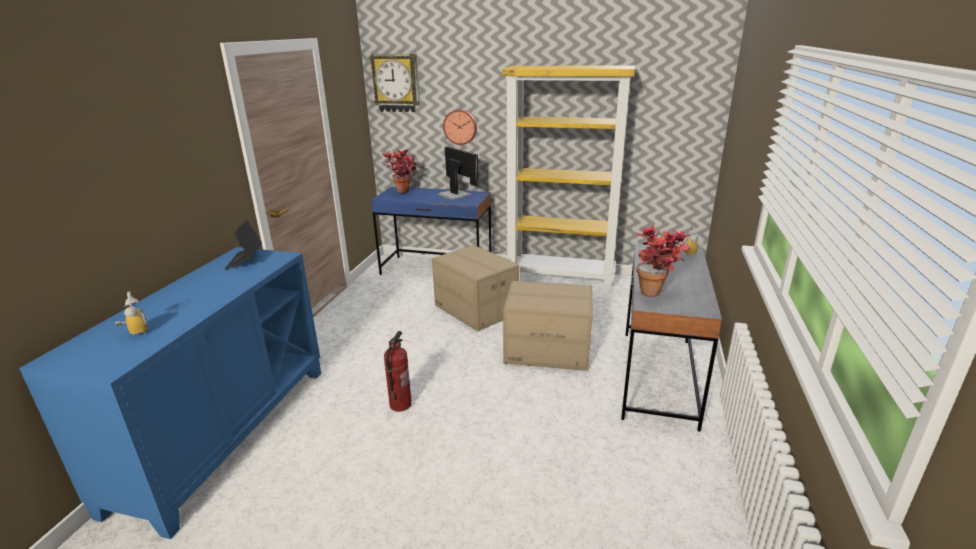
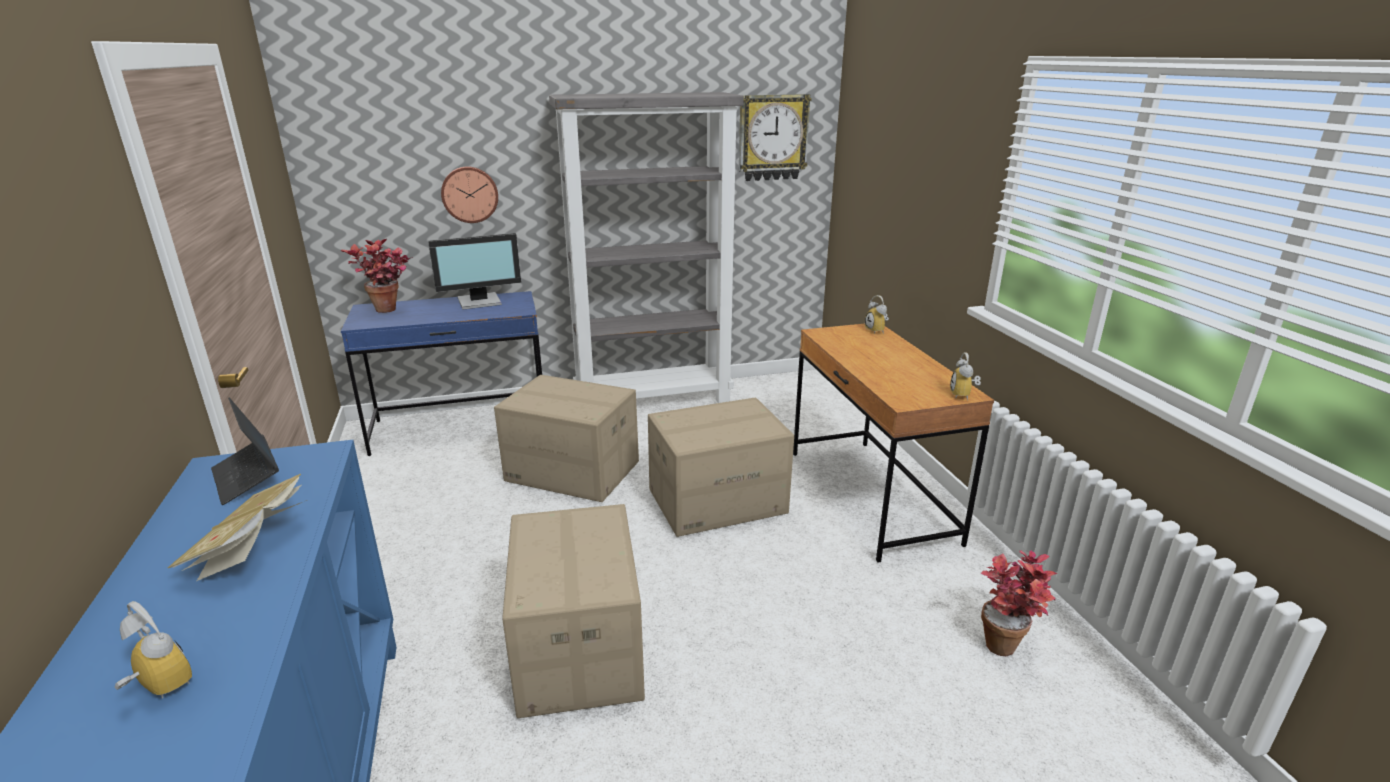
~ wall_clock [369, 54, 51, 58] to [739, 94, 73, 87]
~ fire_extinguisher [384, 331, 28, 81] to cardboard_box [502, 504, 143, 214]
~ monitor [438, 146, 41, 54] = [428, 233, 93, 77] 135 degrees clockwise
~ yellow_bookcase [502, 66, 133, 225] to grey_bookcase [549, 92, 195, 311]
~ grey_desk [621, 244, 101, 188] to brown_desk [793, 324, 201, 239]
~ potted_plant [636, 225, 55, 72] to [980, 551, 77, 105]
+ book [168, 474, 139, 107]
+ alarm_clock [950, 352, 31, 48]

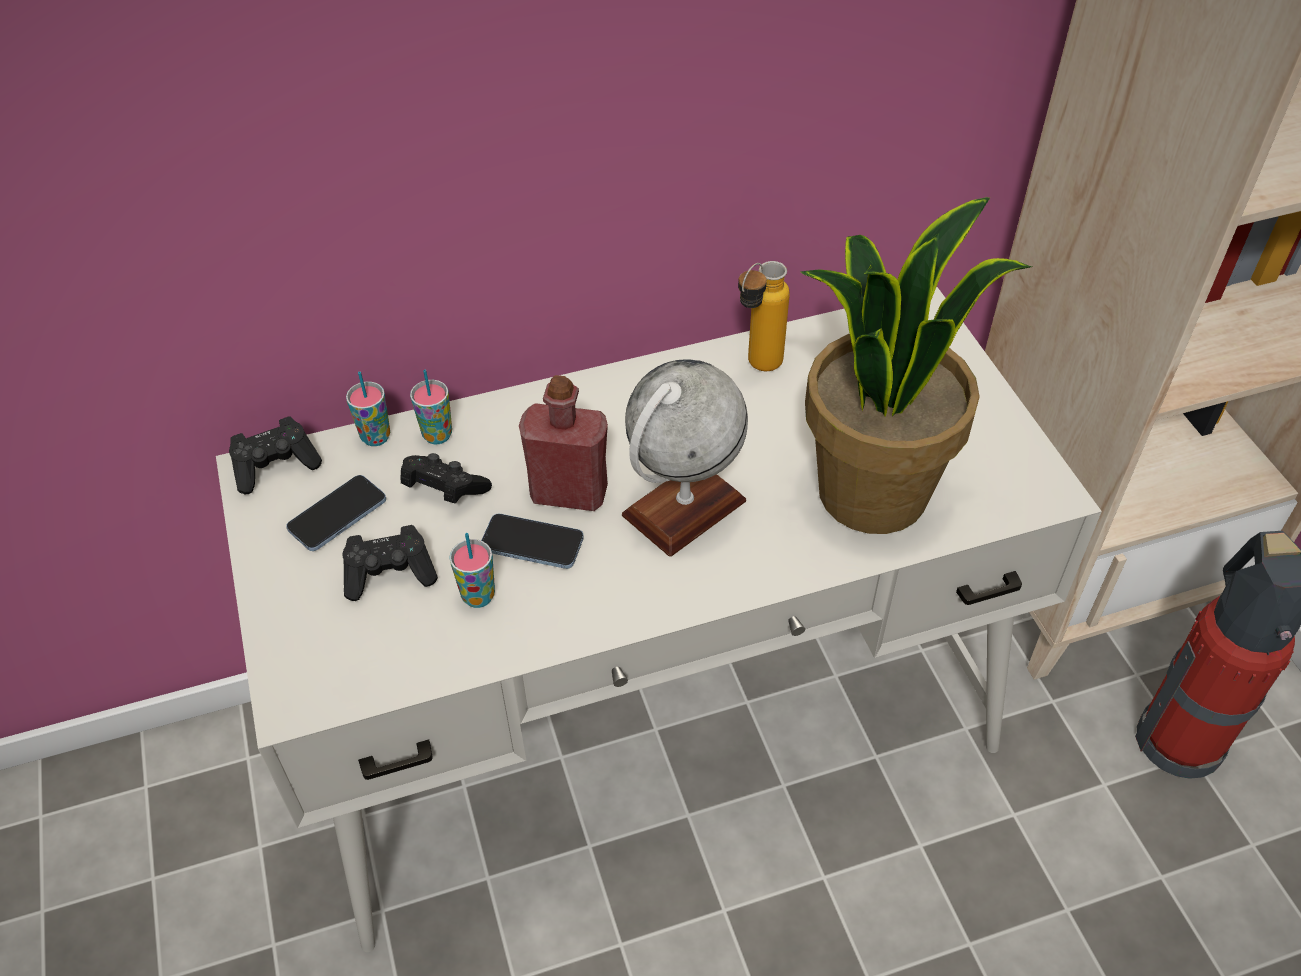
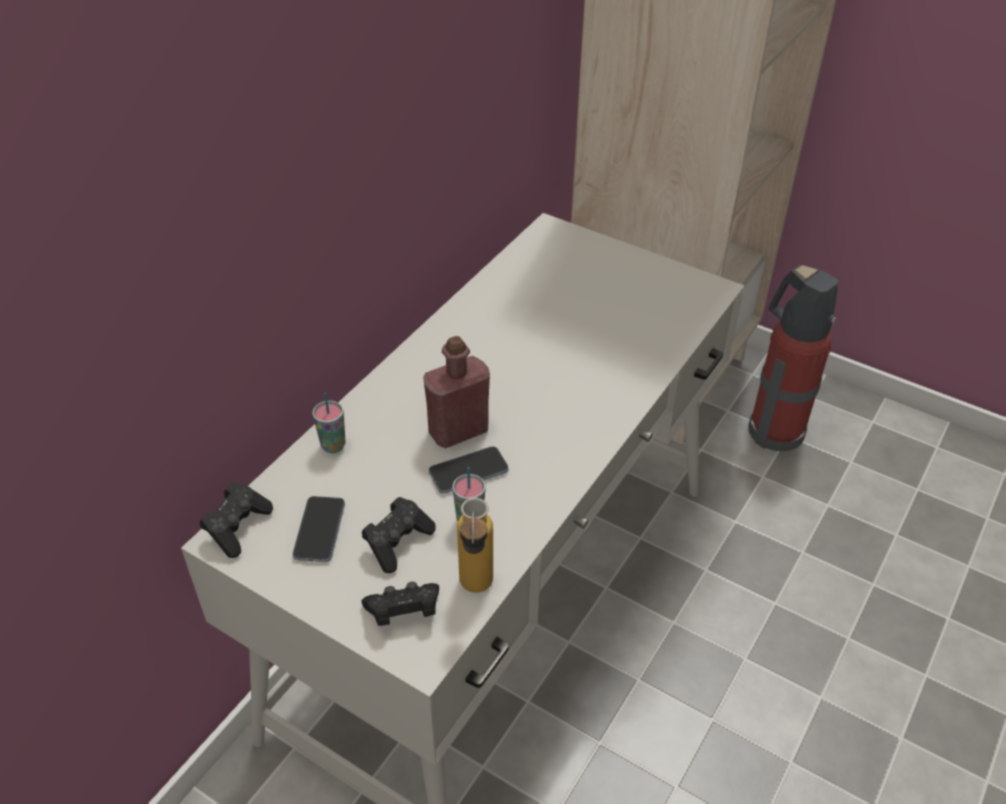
- cup [346, 371, 44, 75]
~ black_game_controller [400, 453, 92, 50] to [361, 582, 78, 44]
- globe [622, 359, 126, 198]
~ bottle [738, 261, 52, 110] to [457, 498, 36, 95]
- potted_plant [801, 197, 231, 337]

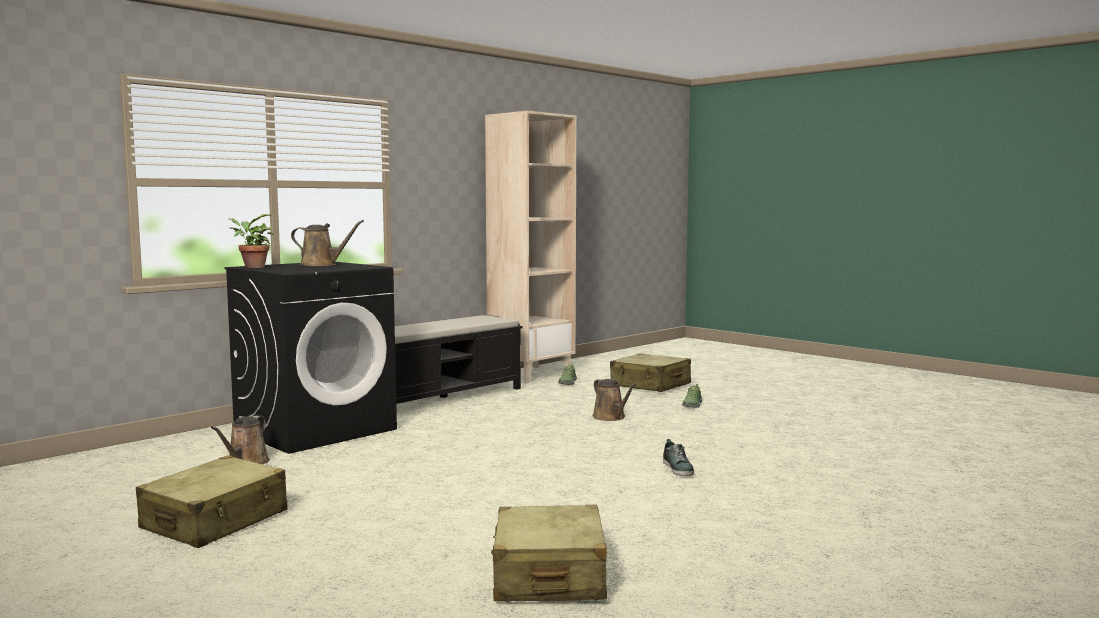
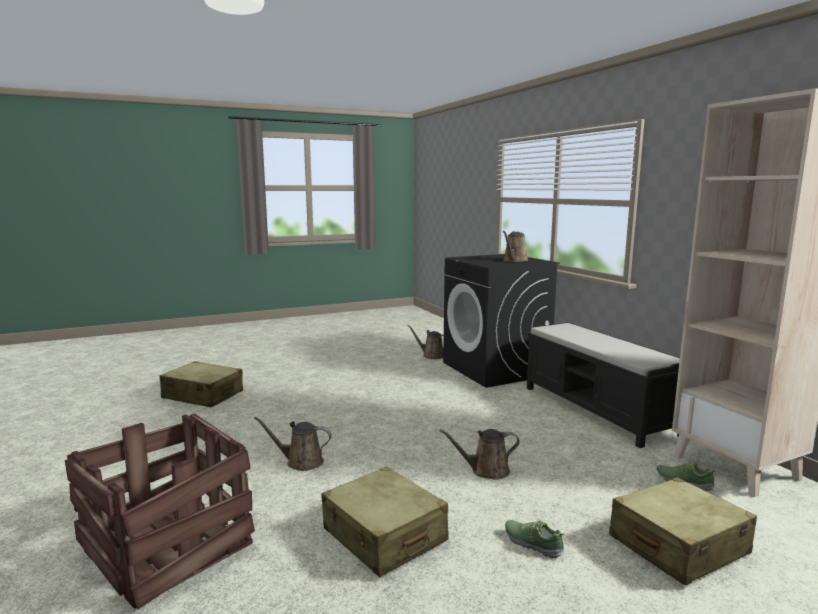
~ beige_suitcase [136, 456, 151, 92] to [322, 467, 127, 110]
- potted_plant [229, 214, 45, 54]
~ shoe [663, 439, 31, 37] to brown_watering_can [254, 417, 78, 54]
+ crate [65, 413, 190, 197]

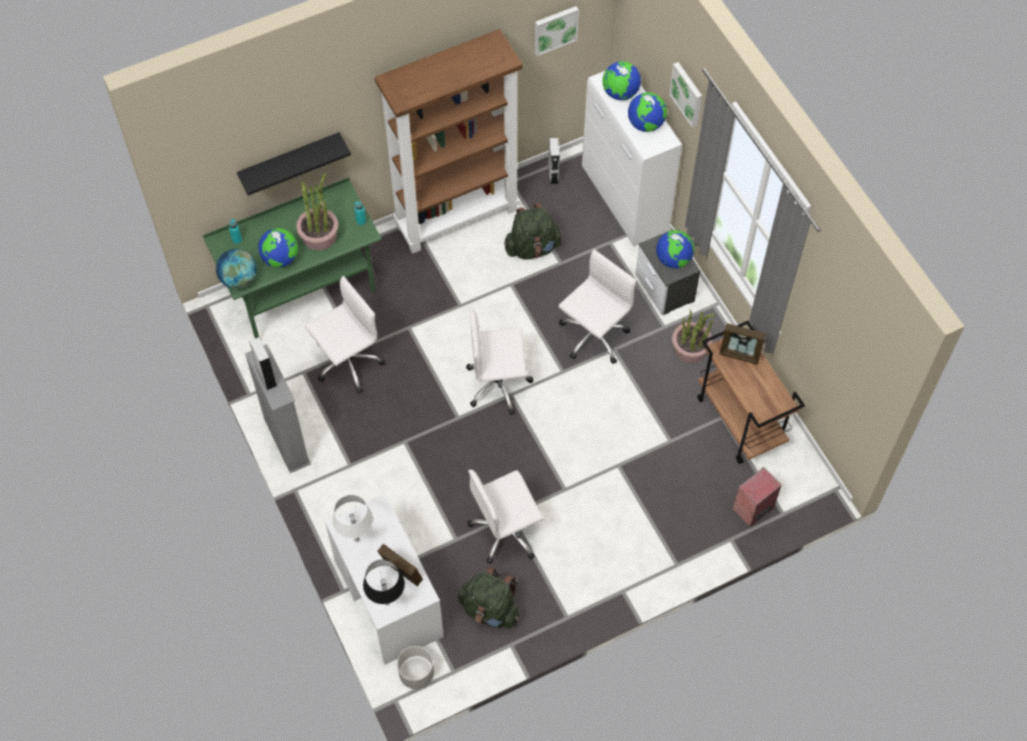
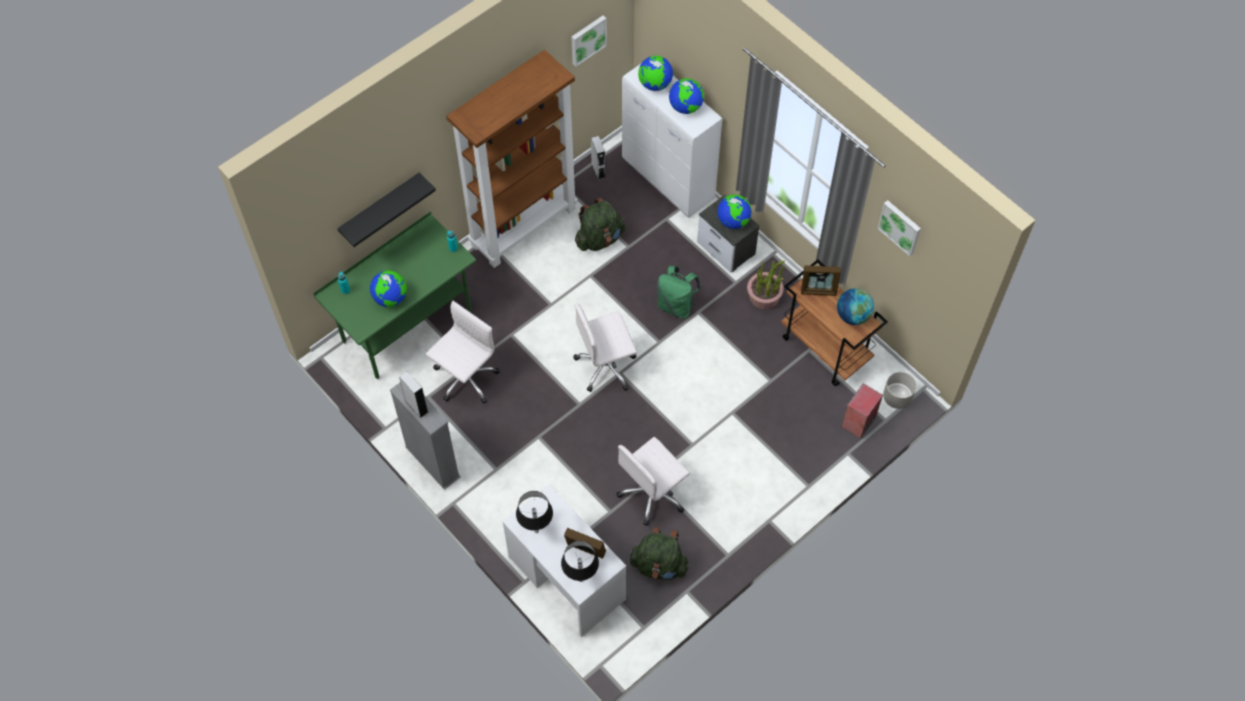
~ globe [216, 249, 41, 40] to [837, 288, 37, 37]
- potted_plant [296, 172, 42, 78]
~ white_table_lamp [332, 495, 41, 47] to black_table_lamp [516, 491, 37, 42]
~ grey_planter [397, 646, 37, 43] to [883, 372, 34, 37]
~ white_office_chair [559, 249, 77, 115] to green_backpack [657, 266, 44, 53]
~ picture [669, 62, 33, 66] to [877, 200, 44, 56]

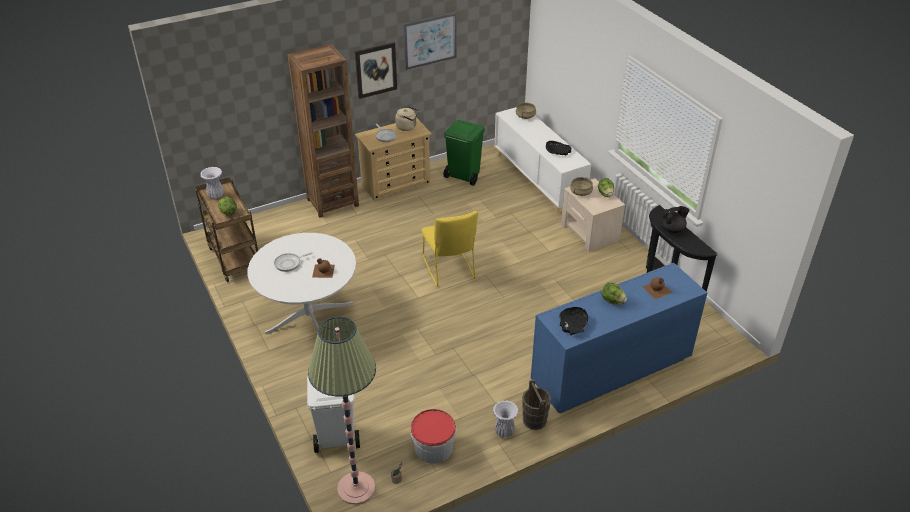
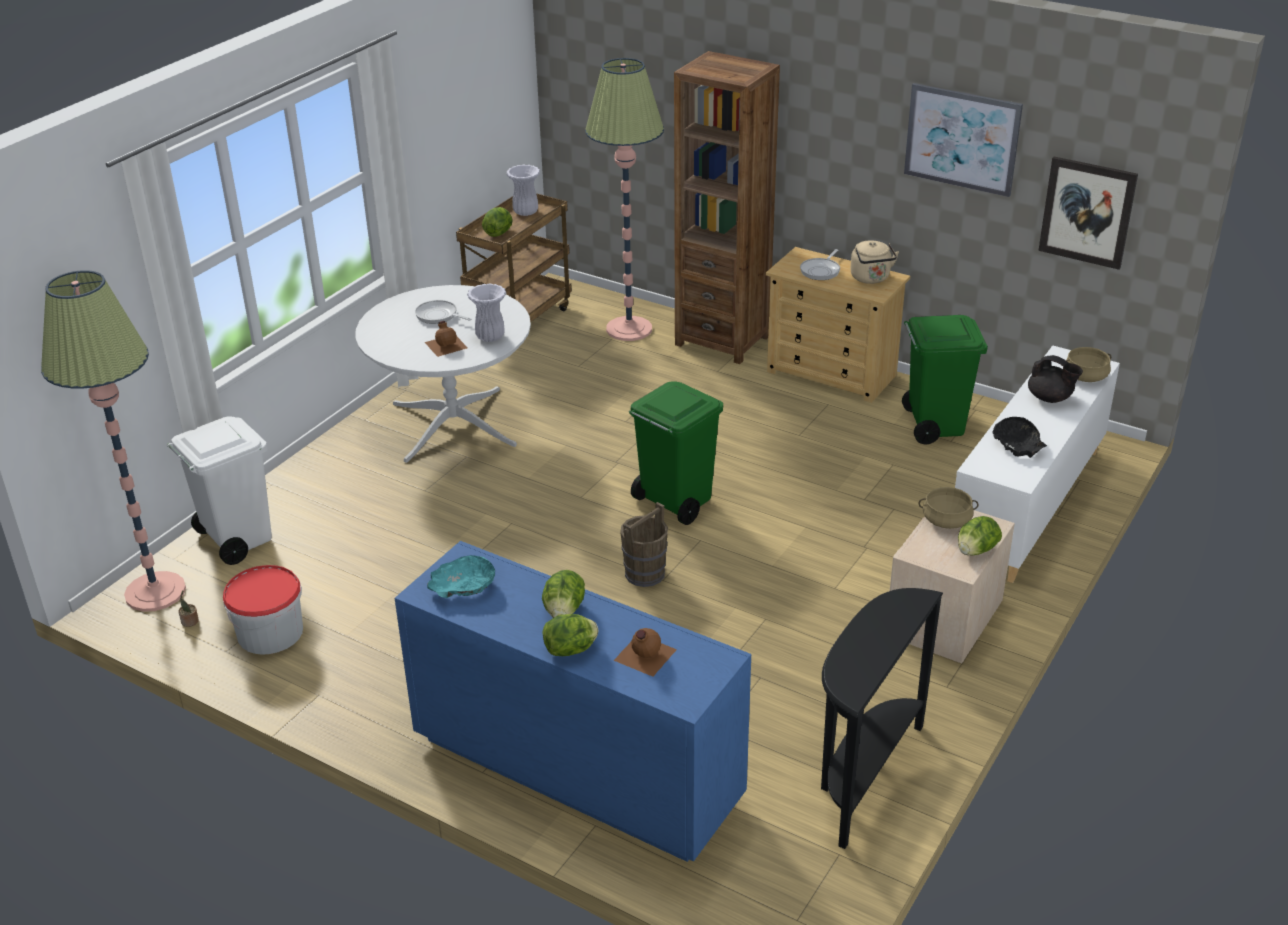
~ picture [355, 42, 42, 57] to [1038, 157, 100, 113]
~ yellow_chair [421, 211, 57, 76] to green_trash_can [629, 381, 94, 144]
~ white_vase [493, 400, 26, 38] to [467, 283, 39, 59]
~ brown_bucket [522, 379, 29, 51] to [620, 502, 48, 85]
~ black_bowl [559, 307, 29, 28] to turquoise_bowl [427, 555, 68, 43]
~ black_teapot [660, 206, 29, 27] to [1028, 355, 55, 48]
+ lettuce [543, 614, 55, 42]
+ floor_lamp [585, 58, 79, 283]

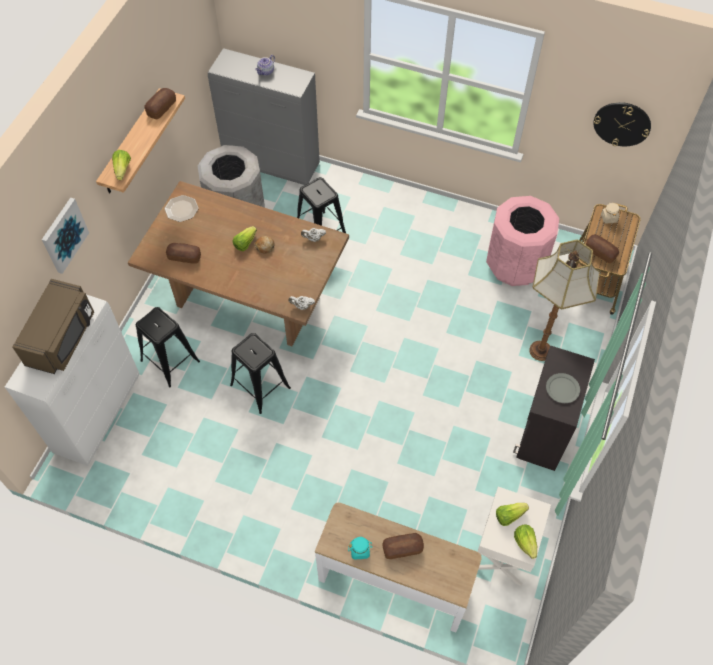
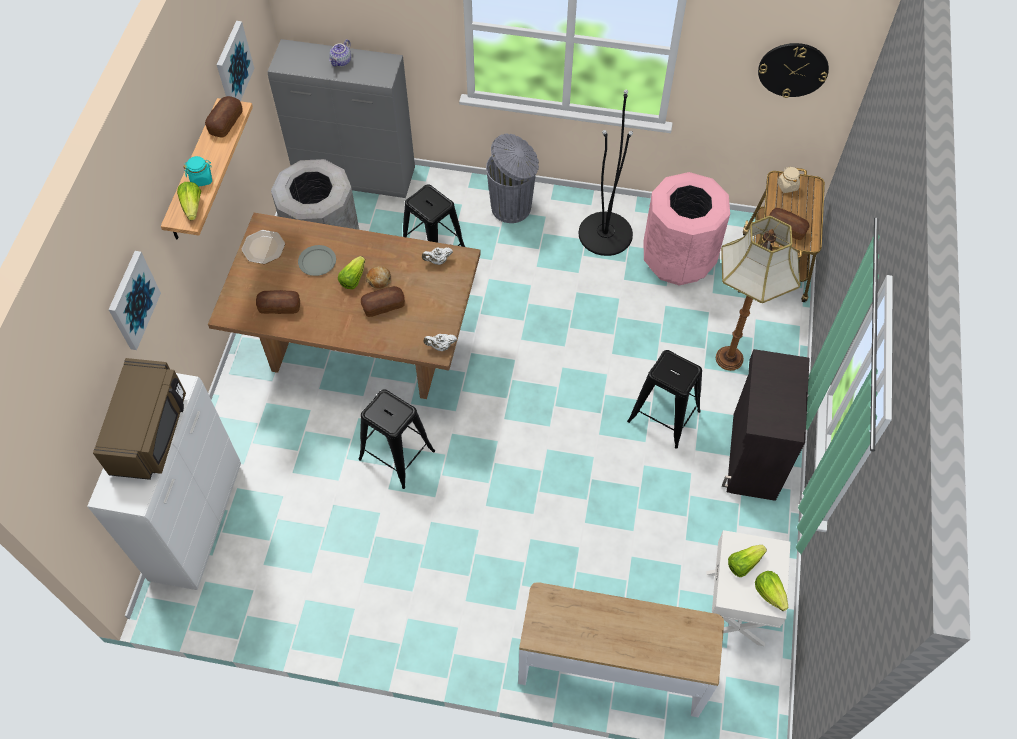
~ black_stool [136, 307, 64, 80] to [627, 350, 75, 99]
~ turquoise_jar [348, 537, 24, 23] to [184, 156, 28, 31]
~ bread [383, 533, 41, 26] to [361, 286, 44, 31]
~ grey_plate [546, 373, 34, 30] to [298, 245, 38, 31]
+ picture [217, 21, 37, 80]
+ grey_trash_can [486, 134, 53, 89]
+ black_floor_lamp [578, 89, 55, 167]

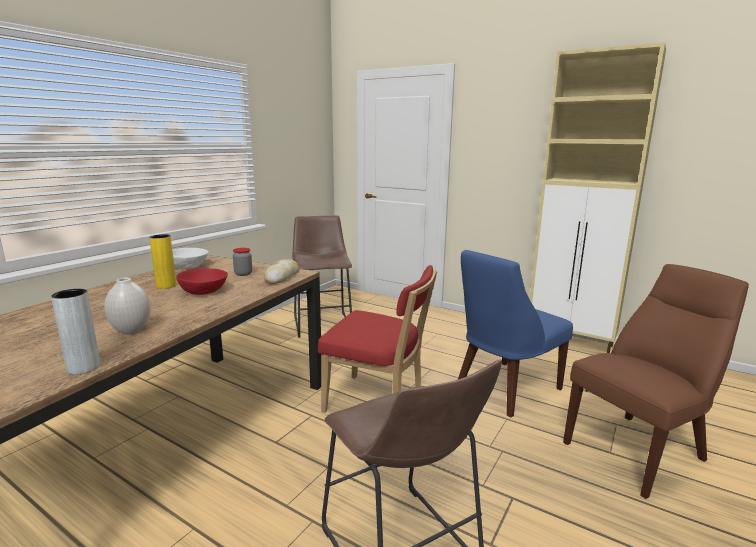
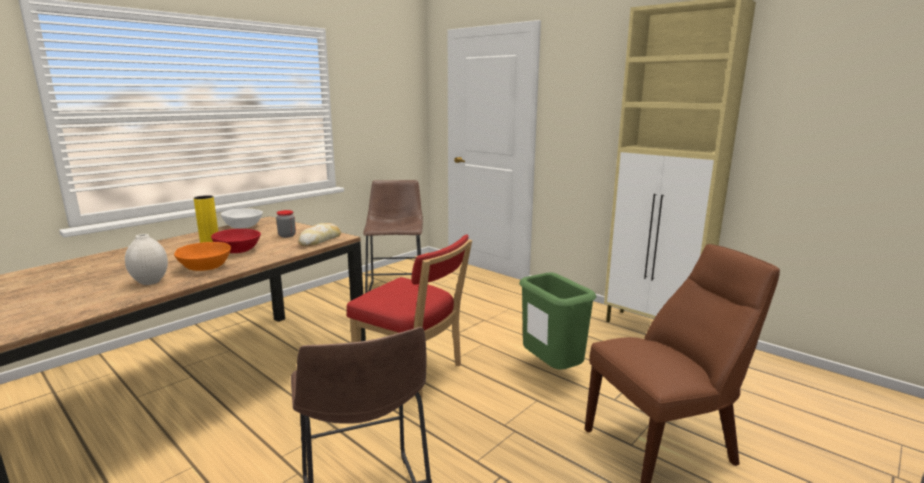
- grey_vase [51, 289, 49, 86]
~ blue_chair [458, 250, 115, 167] to green_trash_can [519, 272, 77, 98]
+ orange_bowl [174, 242, 57, 29]

